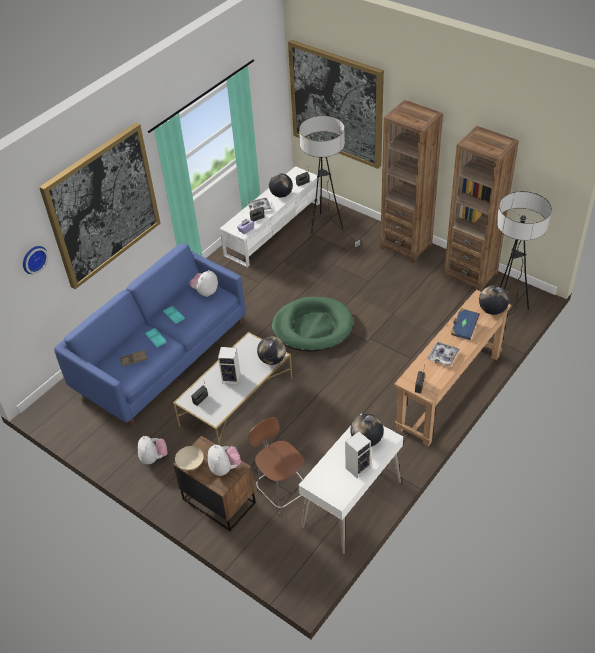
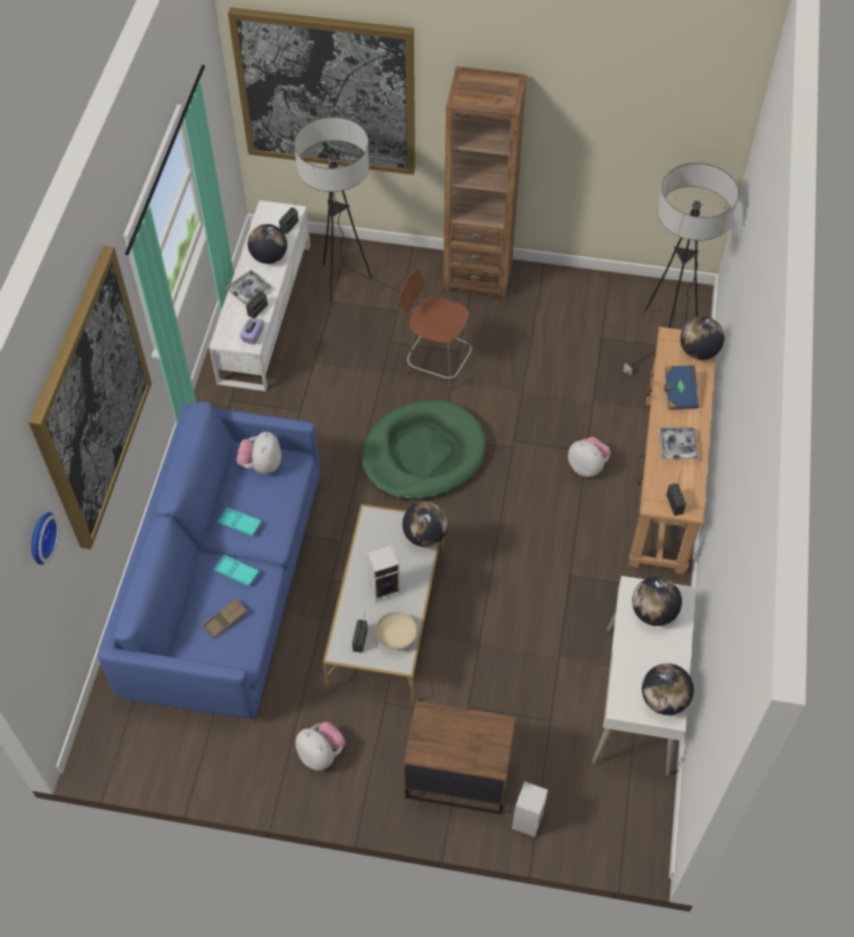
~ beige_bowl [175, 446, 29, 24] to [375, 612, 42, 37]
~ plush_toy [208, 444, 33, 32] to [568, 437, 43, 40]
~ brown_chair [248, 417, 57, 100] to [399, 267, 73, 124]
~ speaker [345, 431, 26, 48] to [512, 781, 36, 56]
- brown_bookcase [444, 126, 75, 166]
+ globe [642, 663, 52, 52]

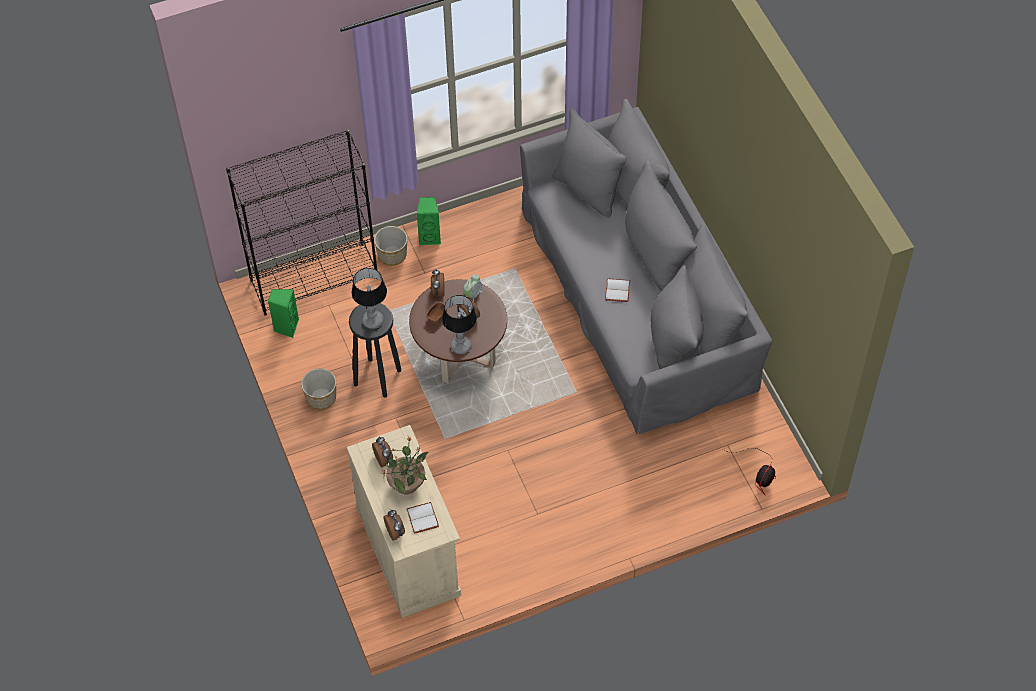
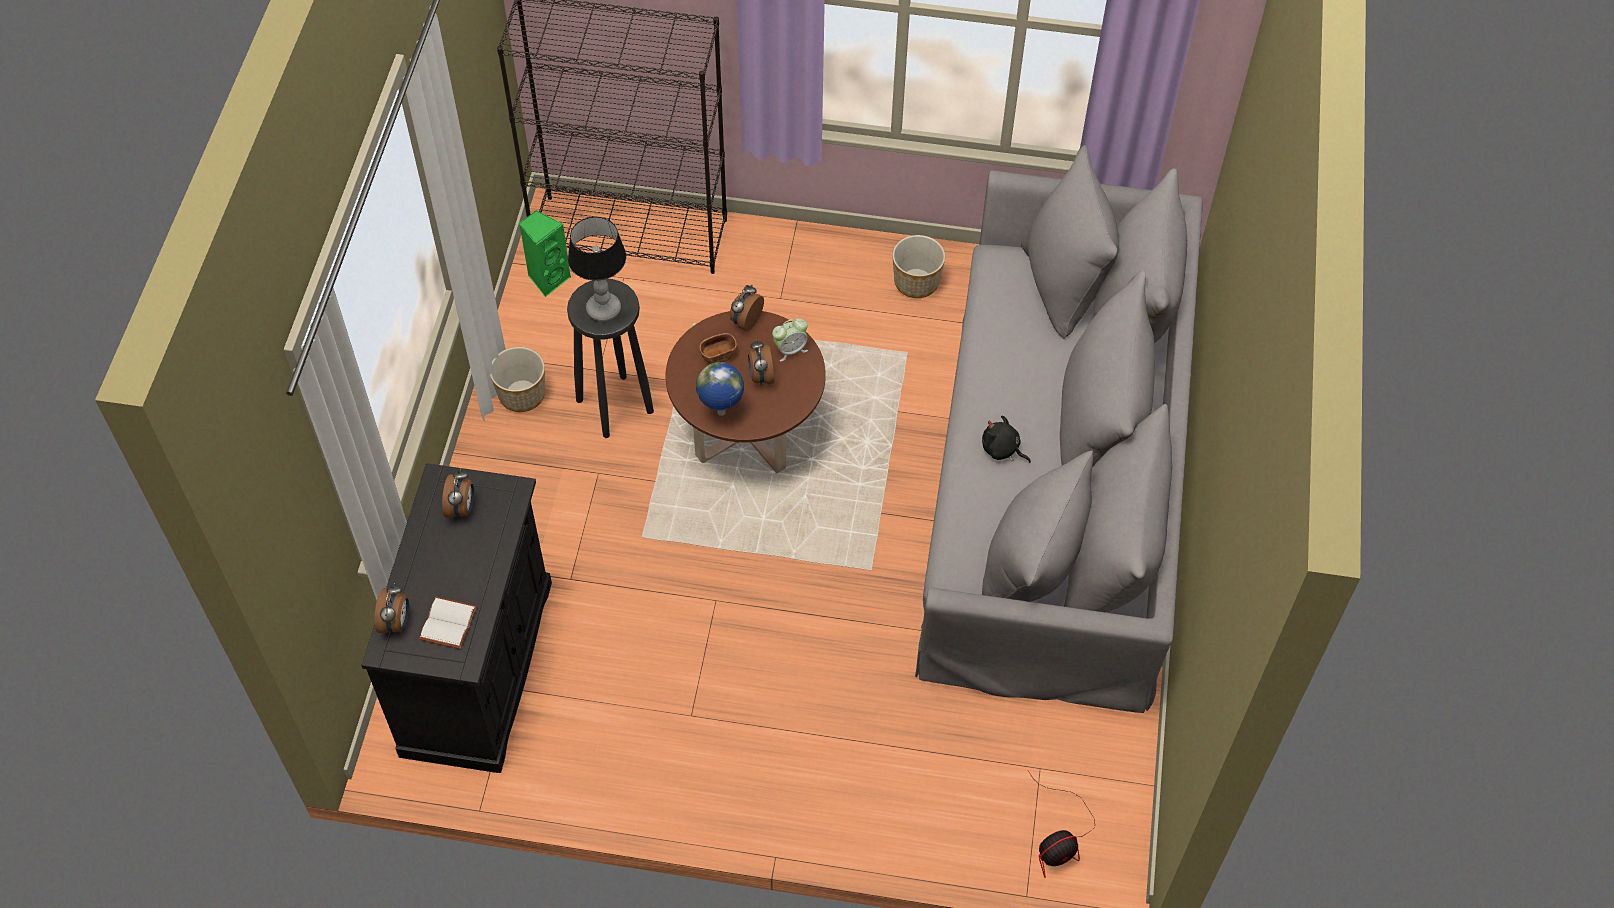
~ beige_cabinet [347, 425, 114, 193] to black_cabinet [361, 463, 191, 310]
~ planter [374, 226, 33, 40] to [892, 235, 53, 63]
- potted_plant [382, 436, 47, 58]
- green_speaker [417, 197, 24, 48]
~ table_lamp [442, 295, 35, 59] to globe [696, 362, 48, 54]
~ white_book [605, 278, 25, 24] to black_plush_toy [982, 415, 49, 48]

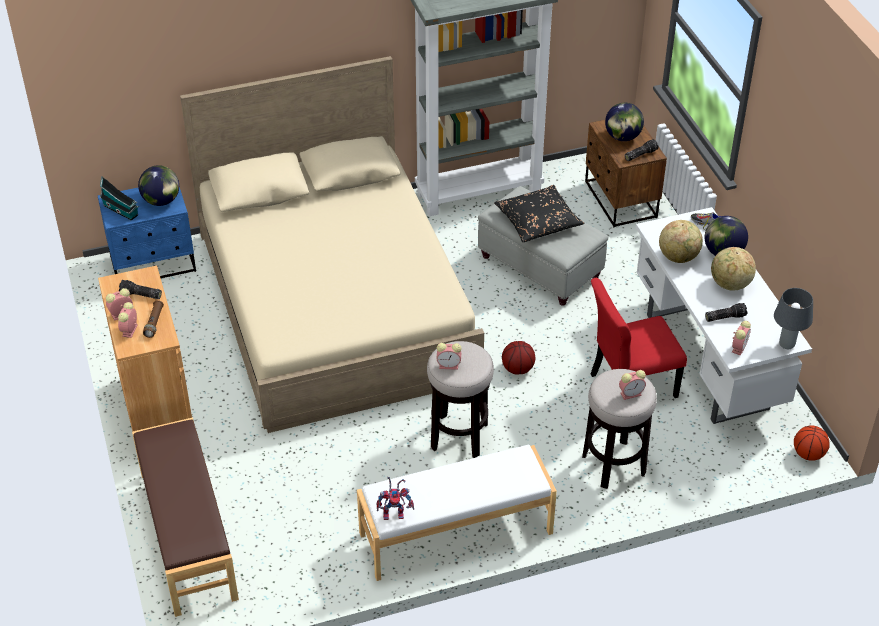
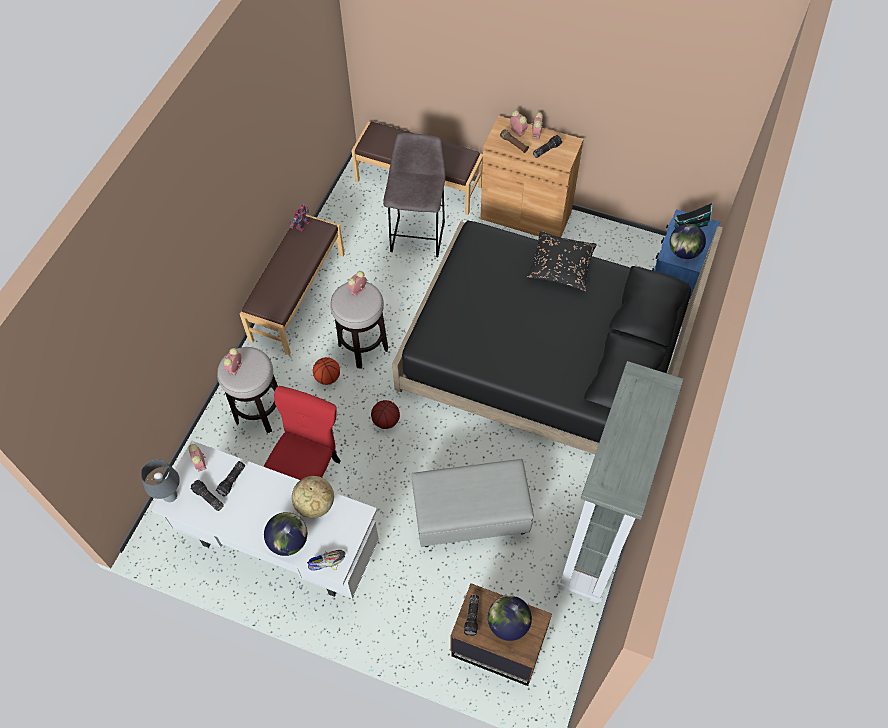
~ beige_bed [180, 56, 304, 377] to black_bed [392, 221, 331, 233]
~ white_bench [357, 445, 200, 136] to brown_bench [240, 214, 105, 141]
~ black_pillow [494, 185, 91, 57] to [527, 231, 70, 60]
- globe [711, 247, 45, 44]
~ basketball [794, 426, 36, 35] to [313, 357, 27, 28]
+ flashlight [190, 480, 34, 31]
+ grey_stool [383, 133, 63, 124]

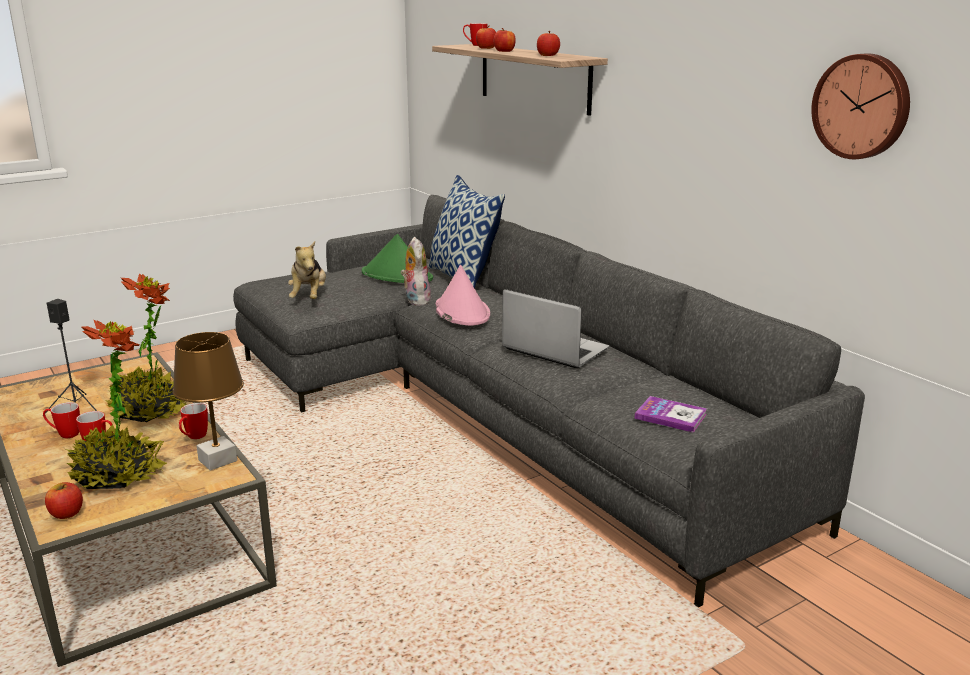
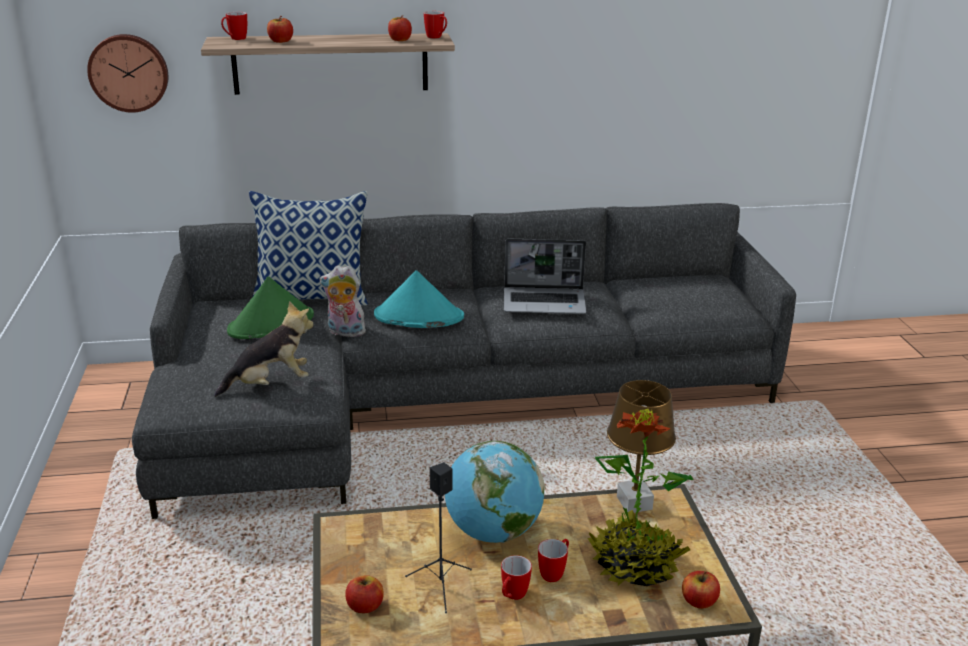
~ potted_plant [106, 273, 81, 149] to globe [445, 441, 99, 102]
~ mug [179, 403, 29, 36] to [424, 11, 23, 28]
~ plush_toy [288, 241, 38, 58] = [214, 301, 100, 96] 45 degrees counterclockwise
~ pink_hat [436, 265, 54, 61] to turquoise_hat [374, 270, 90, 58]
~ apple [494, 28, 22, 24] to [345, 575, 39, 38]
~ laptop [502, 289, 107, 79] = [504, 239, 83, 75] 150 degrees counterclockwise
- book [634, 396, 73, 37]
~ wall_clock [811, 53, 99, 106] to [87, 34, 81, 79]

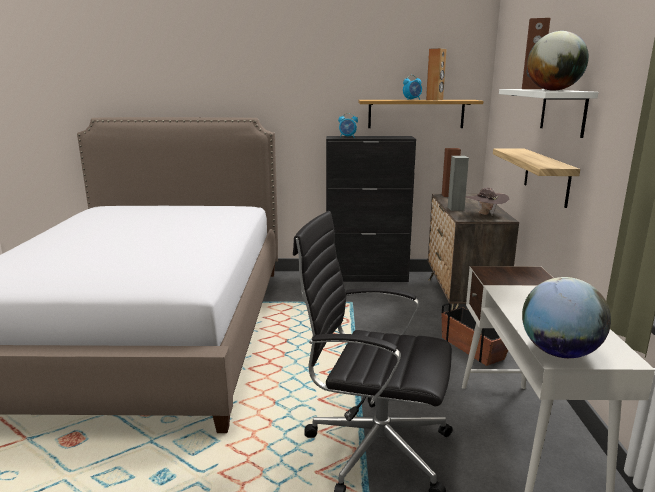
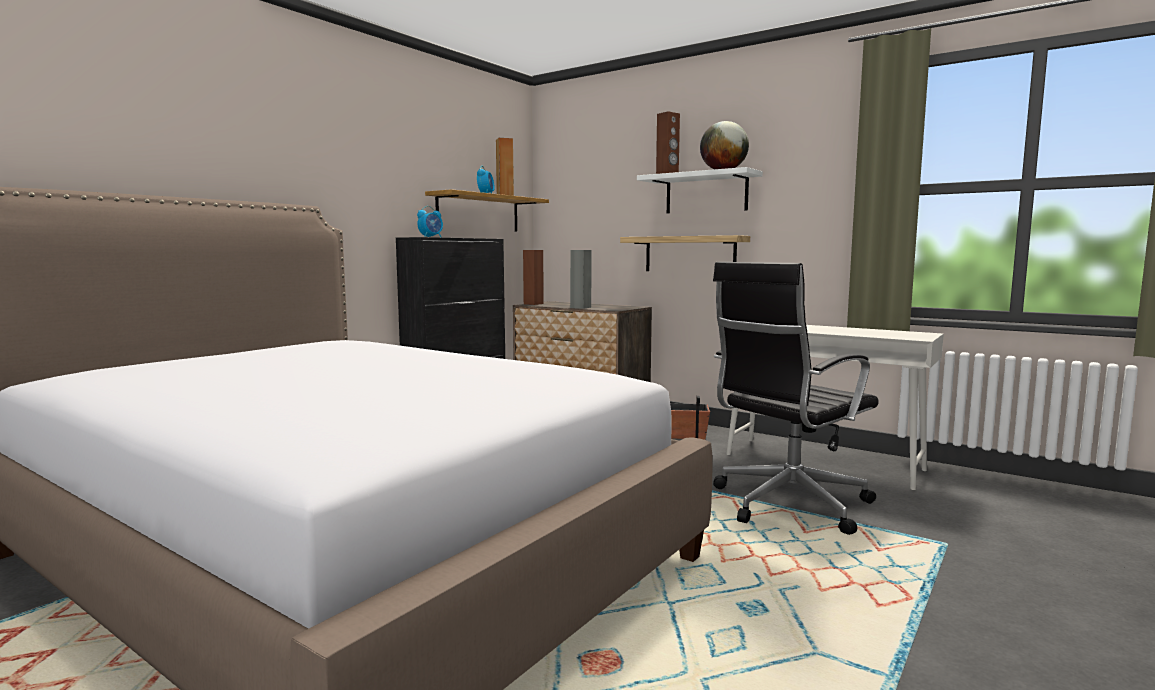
- brown_hat [466, 188, 44, 27]
- globe [522, 277, 89, 81]

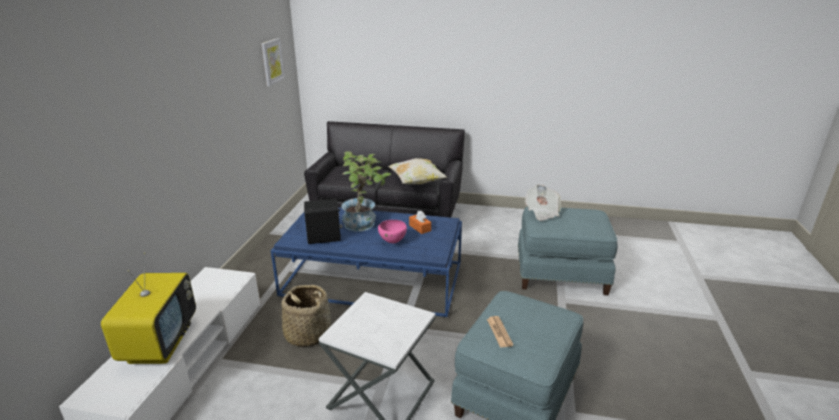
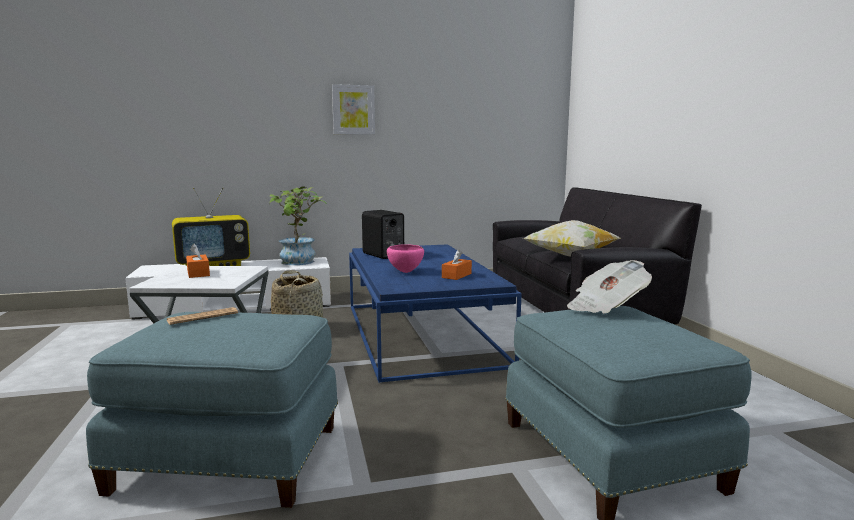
~ picture [261, 38, 24, 48] to [332, 84, 43, 51]
~ potted_plant [341, 151, 50, 81] to [269, 186, 58, 79]
+ orange_tissue_box [186, 244, 24, 34]

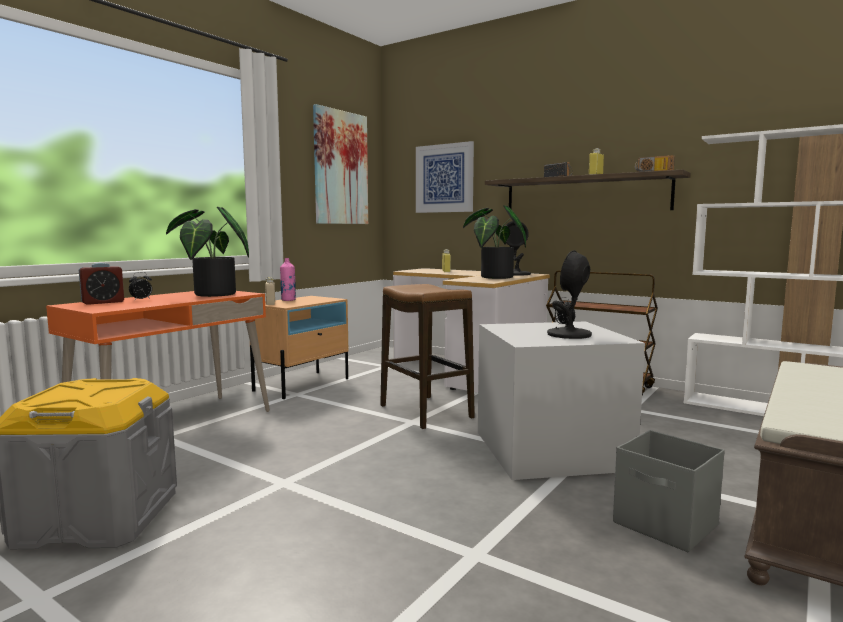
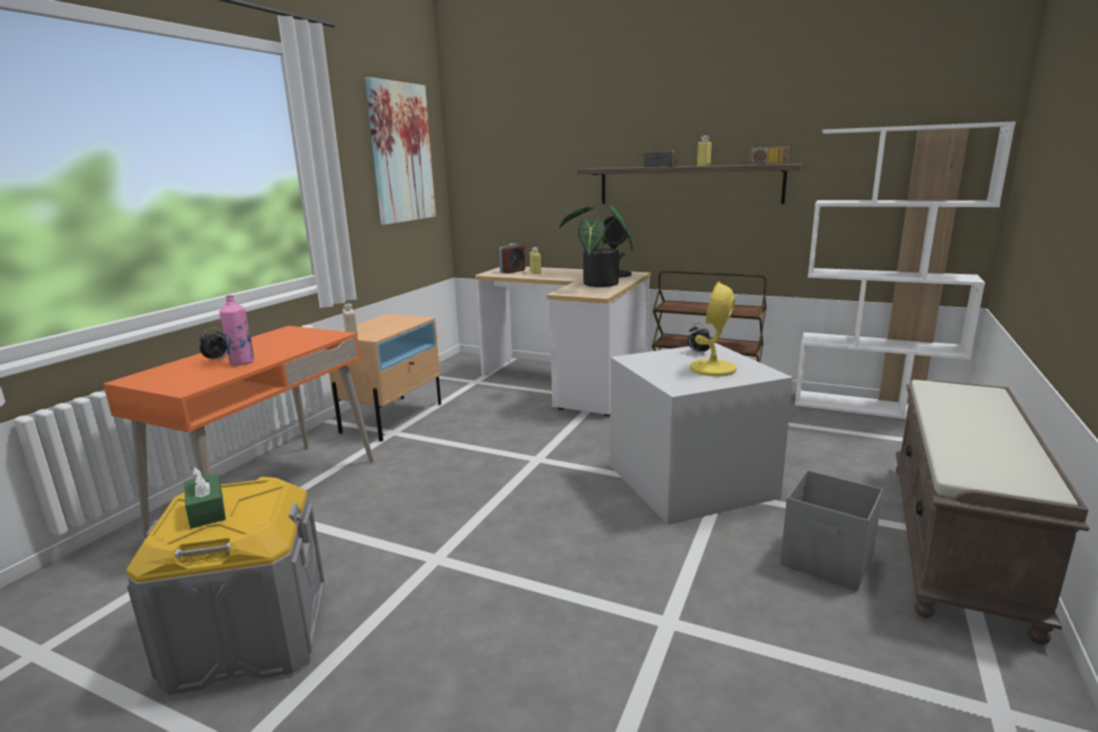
~ alarm_clock [79, 263, 45, 42] to [499, 243, 26, 31]
- potted_plant [166, 207, 83, 90]
~ pink_bottle [280, 258, 16, 43] to [219, 295, 36, 71]
- stool [380, 284, 95, 145]
- picture [416, 141, 58, 72]
~ black_table_lamp [547, 250, 45, 89] to yellow_table_lamp [690, 282, 47, 94]
+ green_tissue_box [184, 467, 42, 62]

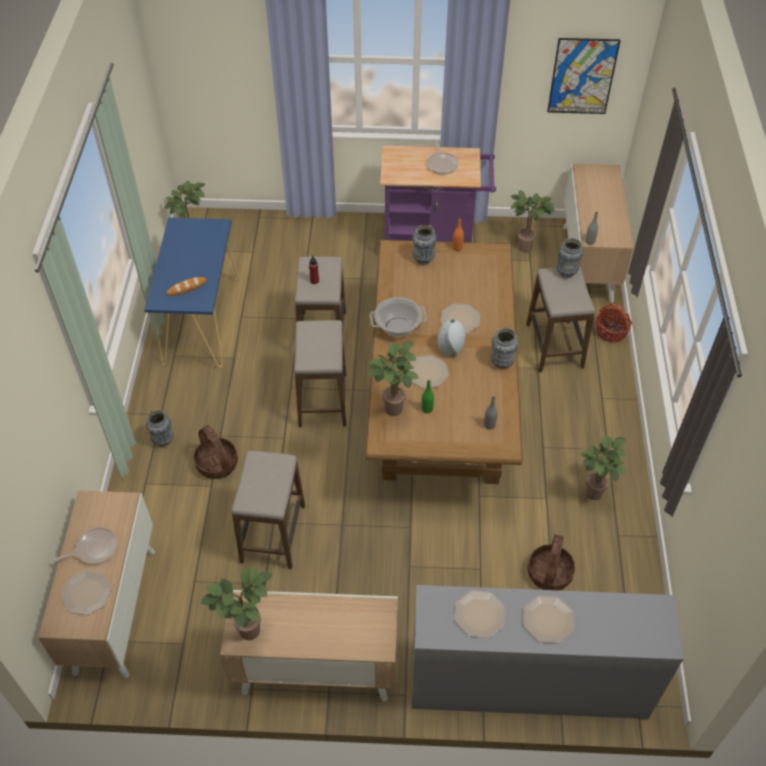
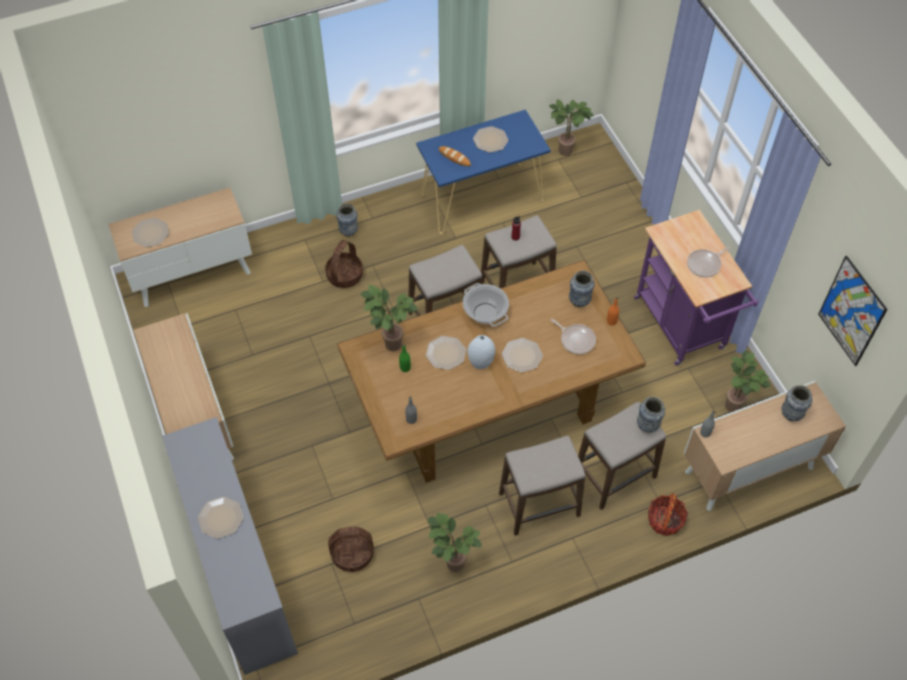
~ frying_pan [54, 527, 64, 38] to [550, 319, 46, 35]
- potted_plant [201, 567, 72, 73]
~ stool [231, 451, 74, 118] to [499, 436, 86, 100]
~ plate [455, 590, 50, 48] to [473, 126, 35, 27]
~ vase [491, 327, 27, 42] to [782, 385, 30, 36]

